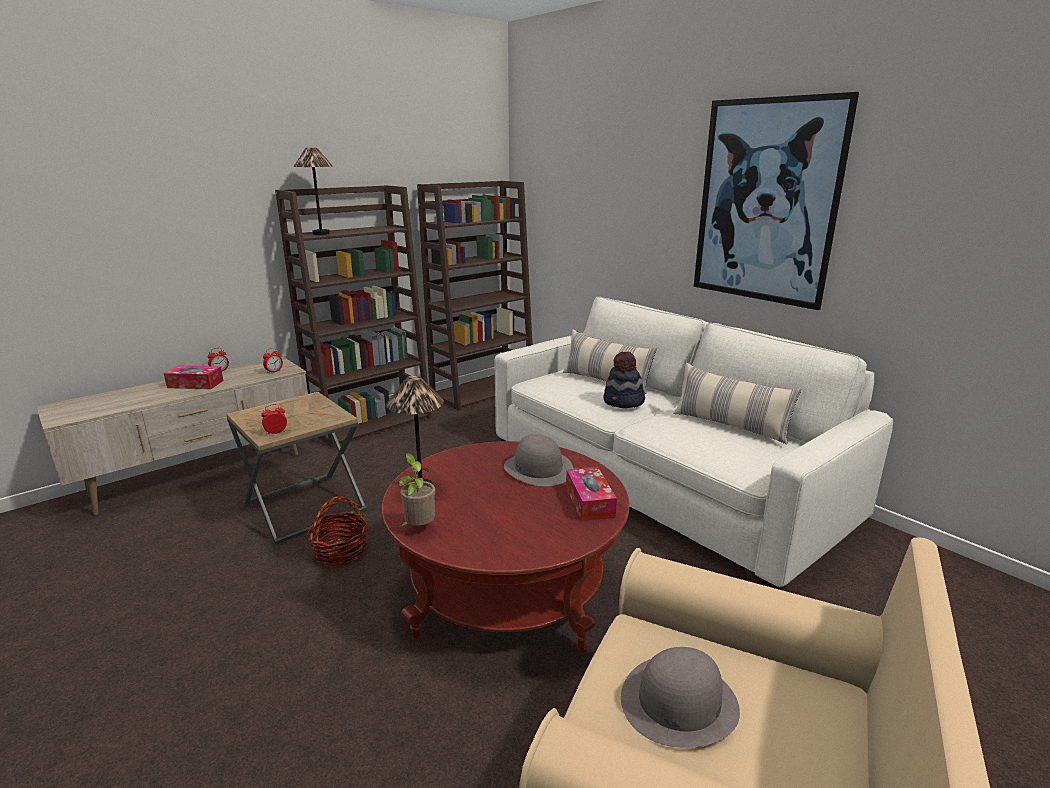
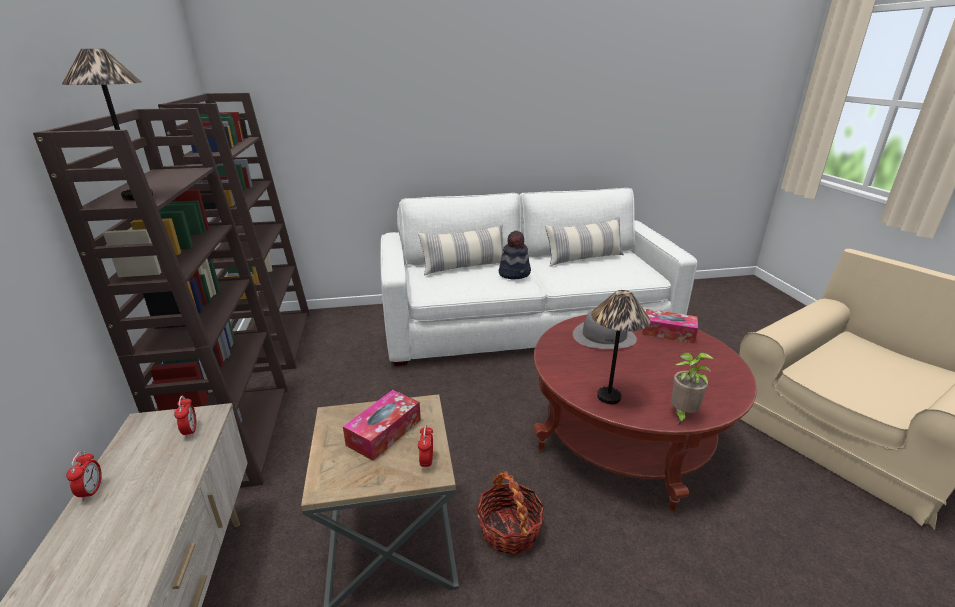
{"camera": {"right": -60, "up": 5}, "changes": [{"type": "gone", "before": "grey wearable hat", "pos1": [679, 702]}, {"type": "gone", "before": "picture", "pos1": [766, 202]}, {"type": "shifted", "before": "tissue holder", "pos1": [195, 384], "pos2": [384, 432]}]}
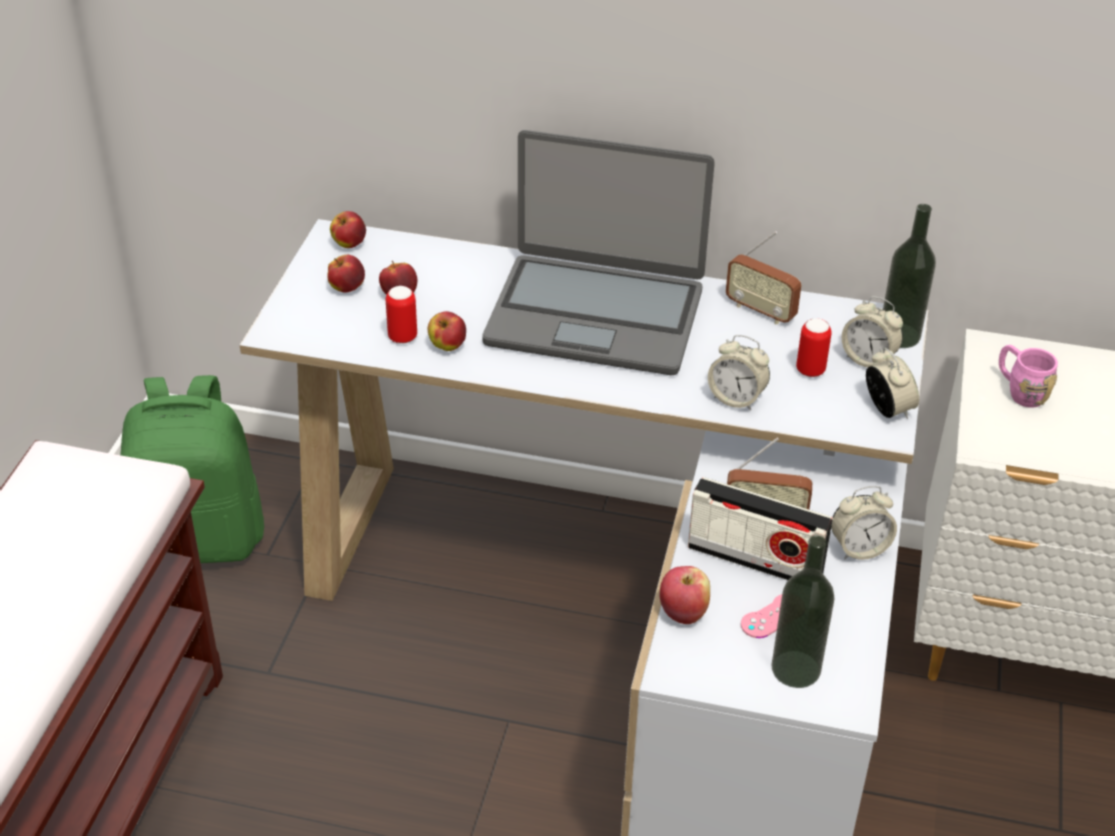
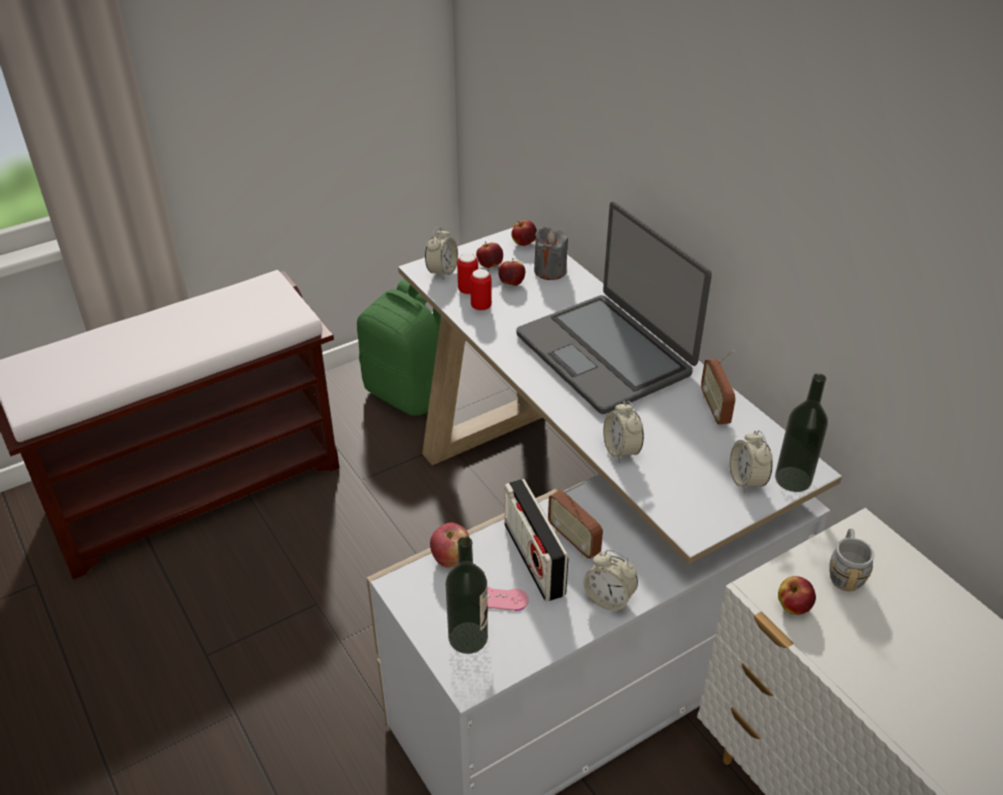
{"camera": {"right": 45, "up": 0}, "changes": [{"type": "new", "after": "grey wax light", "pos2": [550, 271]}, {"type": "shifted", "before": "apple", "pos1": [447, 346], "pos2": [793, 607]}, {"type": "shifted", "before": "sealed can", "pos1": [810, 370], "pos2": [468, 290]}, {"type": "shifted", "before": "alarm clock", "pos1": [887, 409], "pos2": [442, 271]}, {"type": "repainted", "before": "pinkish mug", "after": "grey mug", "pos1": [1020, 391], "pos2": [845, 572]}]}
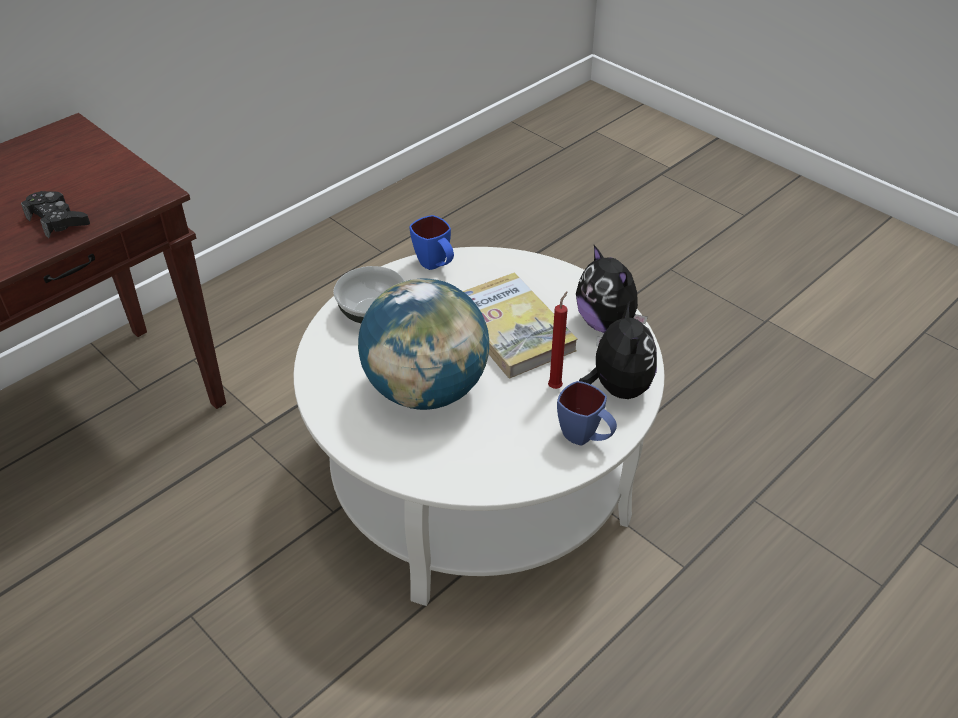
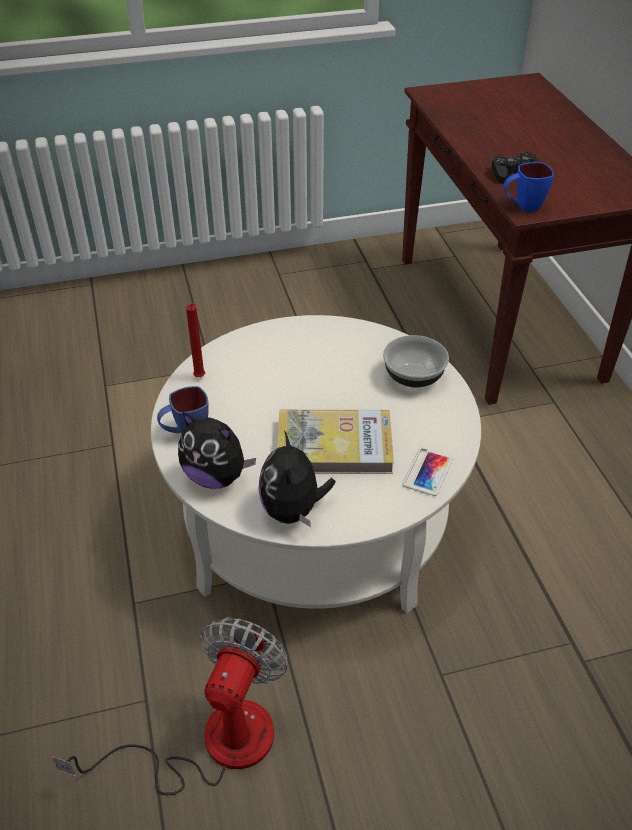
{"camera": {"right": 120, "up": 0}, "changes": [{"type": "gone", "before": "desk globe", "pos1": [426, 390]}, {"type": "new", "after": "fan", "pos2": [212, 743]}, {"type": "new", "after": "handset", "pos2": [427, 472]}, {"type": "shifted", "before": "blue-coloured mug", "pos1": [435, 266], "pos2": [522, 207]}, {"type": "shifted", "before": "reddish wax light", "pos1": [556, 386], "pos2": [200, 378]}, {"type": "rotated", "before": "cuddly toy", "pos1": [607, 323], "pos2": [293, 510], "turn": -90}]}
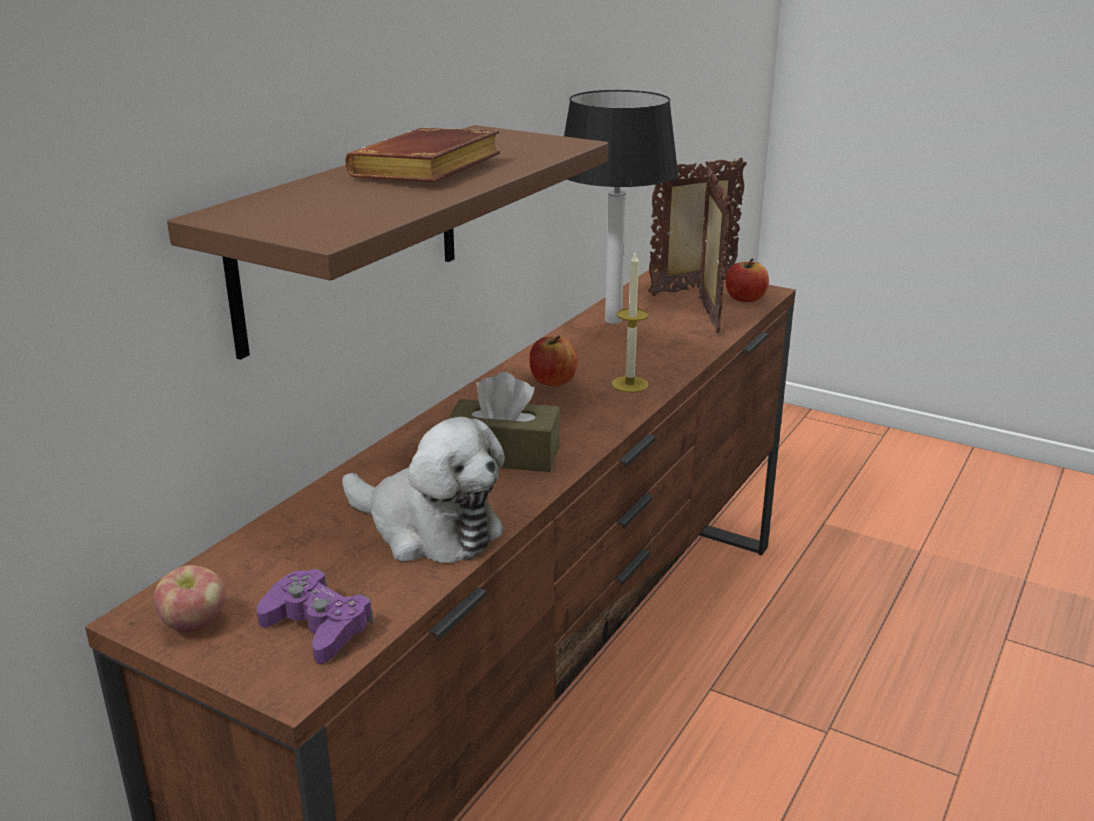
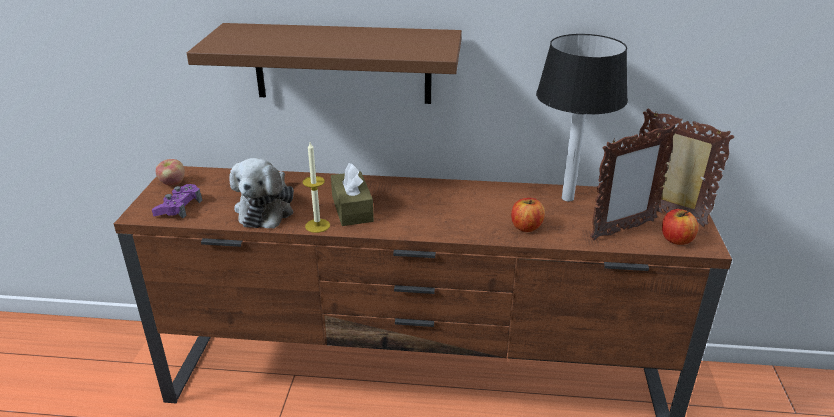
{"camera": {"right": 65, "up": 5}, "changes": [{"type": "gone", "before": "brown-coloured bound book", "pos1": [428, 171]}, {"type": "shifted", "before": "apple", "pos1": [552, 381], "pos2": [526, 227]}, {"type": "shifted", "before": "wax light", "pos1": [630, 384], "pos2": [317, 225]}]}
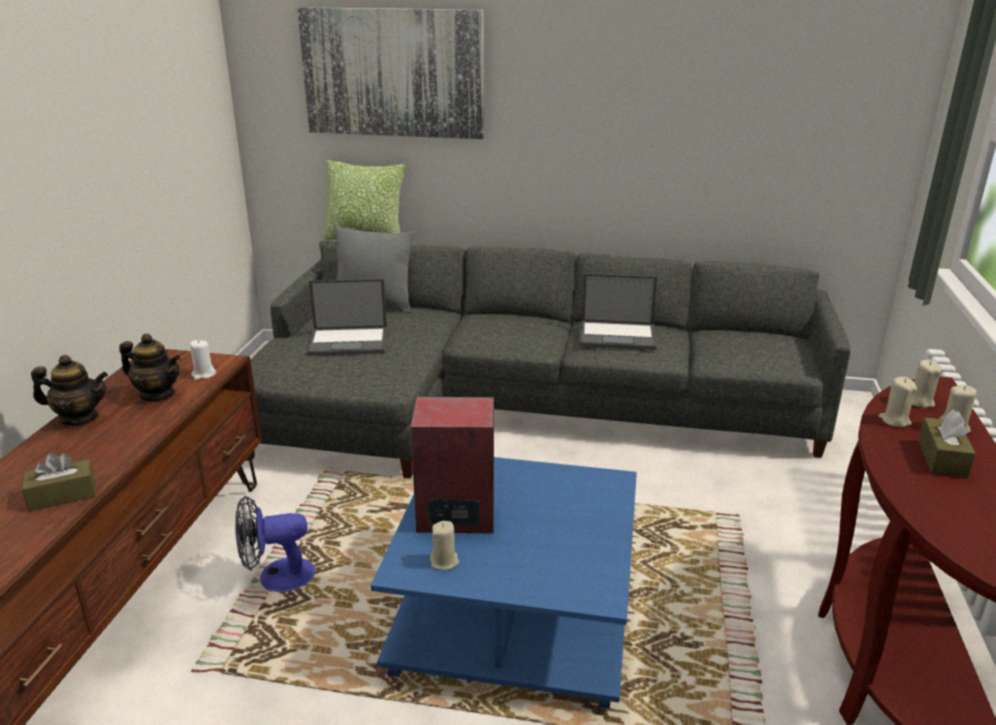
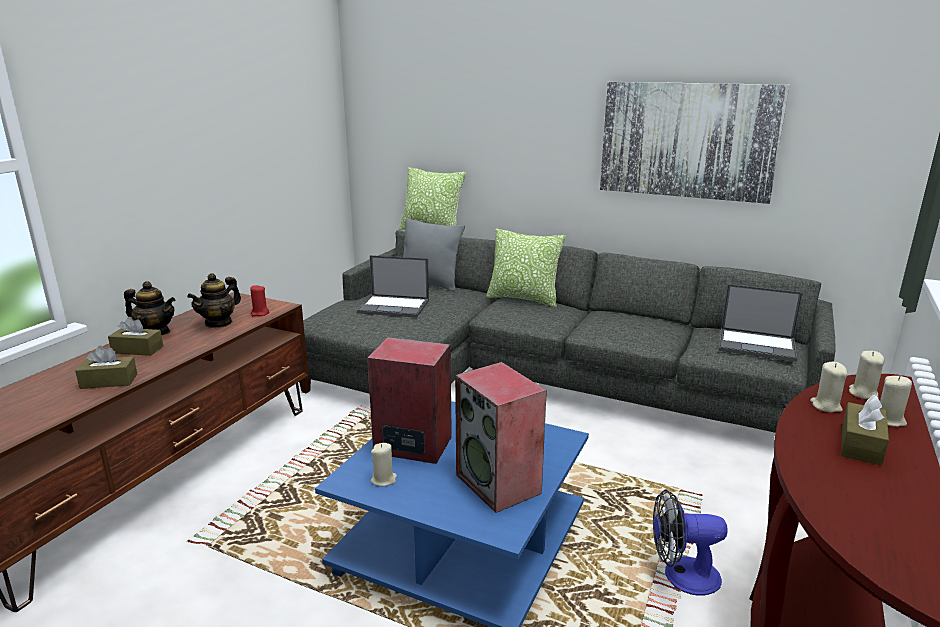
{"camera": {"right": 15, "up": -5}, "changes": [{"type": "new", "after": "brown-coloured tissue holder", "pos2": [137, 350]}, {"type": "new", "after": "audio speaker", "pos2": [499, 484]}, {"type": "new", "after": "pillow", "pos2": [523, 299]}, {"type": "shifted", "before": "fan", "pos1": [276, 577], "pos2": [682, 576]}, {"type": "shifted", "before": "picture", "pos1": [393, 73], "pos2": [687, 140]}, {"type": "shifted", "before": "laptop", "pos1": [618, 335], "pos2": [757, 345]}, {"type": "repainted", "before": "whitish wax light", "after": "reddish wax light", "pos1": [203, 374], "pos2": [260, 313]}, {"type": "rotated", "before": "tea pot", "pos1": [157, 394], "pos2": [219, 323], "turn": 90}]}
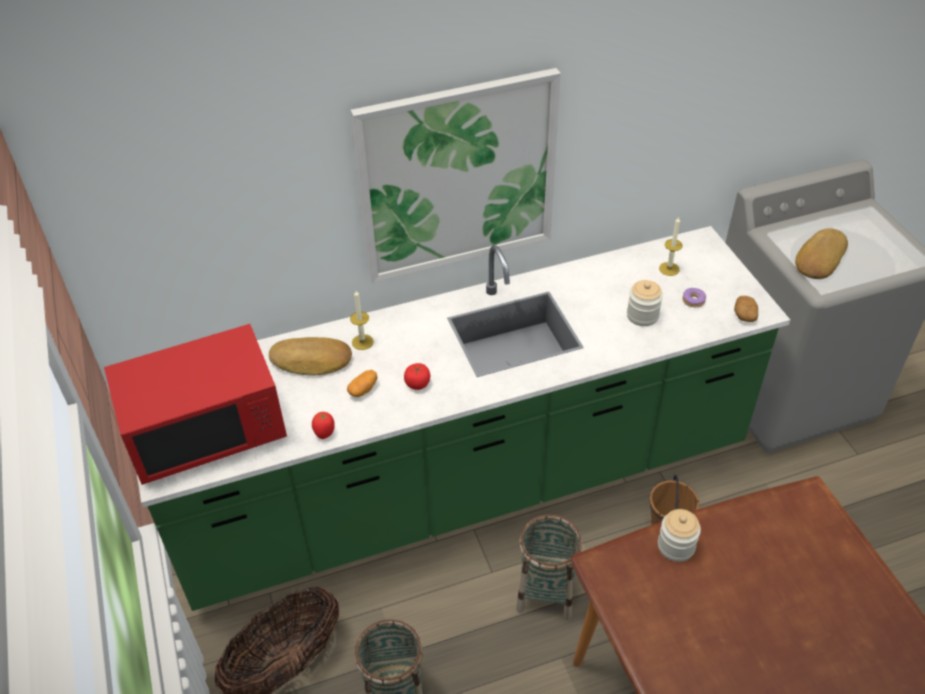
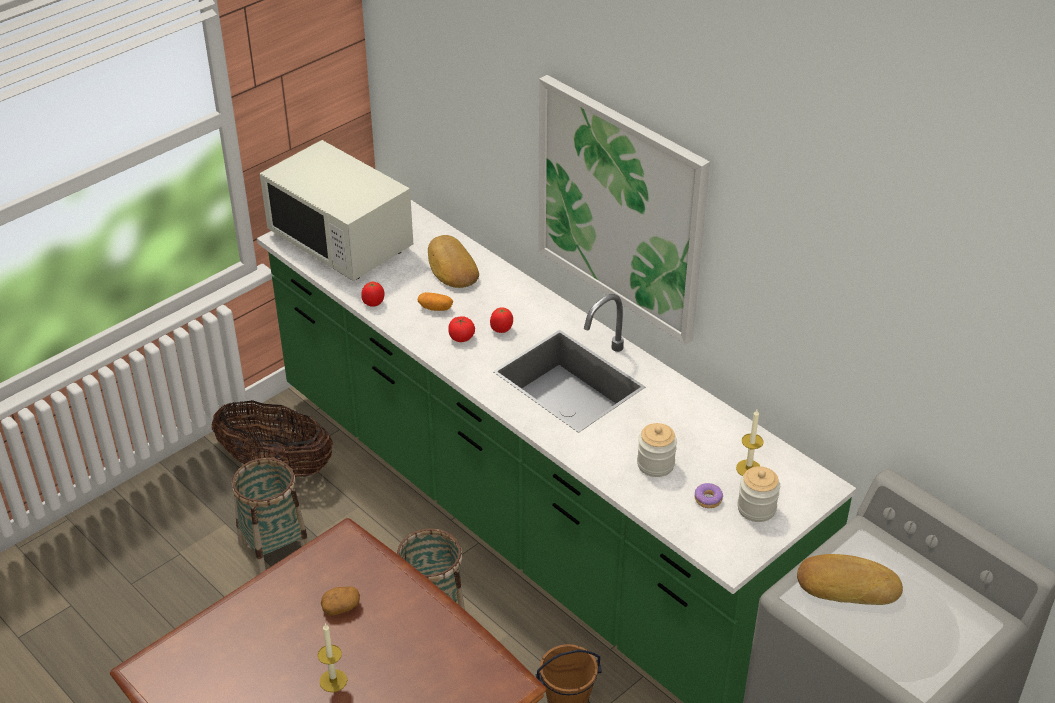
{"camera": {"right": 65, "up": -5}, "changes": [{"type": "new", "after": "fresh tomato", "pos2": [501, 329]}, {"type": "shifted", "before": "wax light", "pos1": [362, 342], "pos2": [333, 680]}, {"type": "shifted", "before": "preserve jar", "pos1": [676, 546], "pos2": [756, 508]}, {"type": "shifted", "before": "spud", "pos1": [744, 315], "pos2": [341, 607]}, {"type": "repainted", "before": "reddish kitchen microwave", "after": "whitish kitchen microwave", "pos1": [207, 431], "pos2": [341, 242]}]}
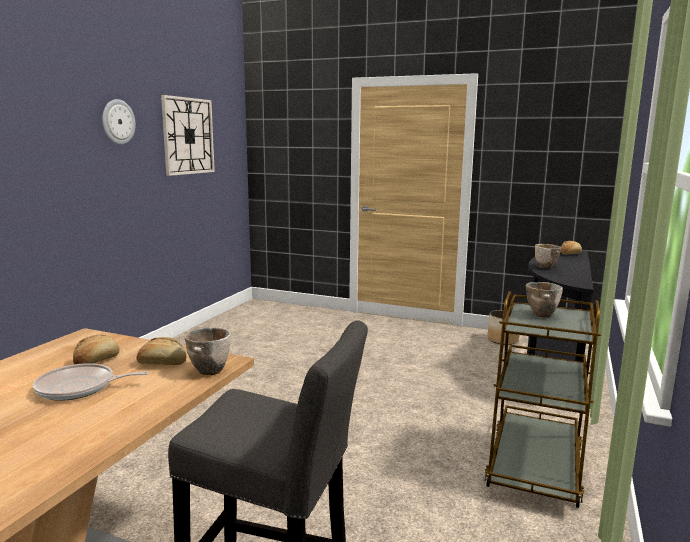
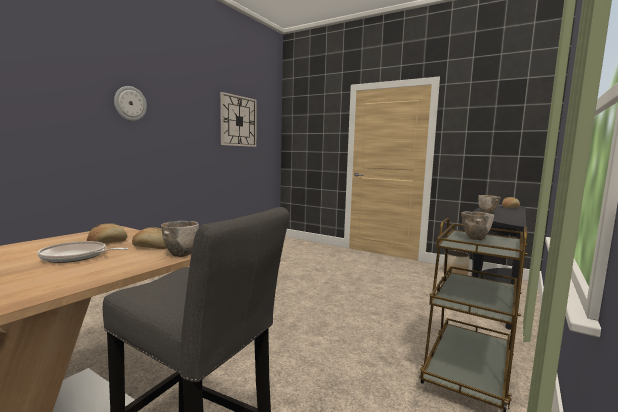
{"camera": {"right": 10, "up": -5}, "changes": [{"type": "shifted", "before": "hanging clock", "pos1": [118, 122], "pos2": [130, 103]}]}
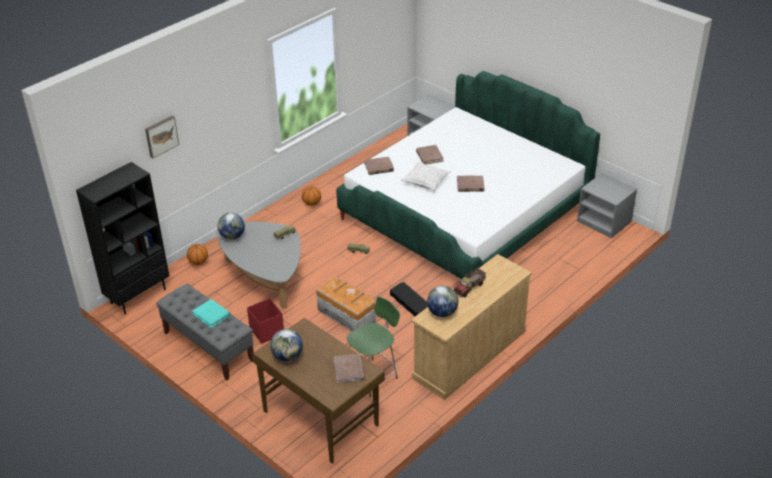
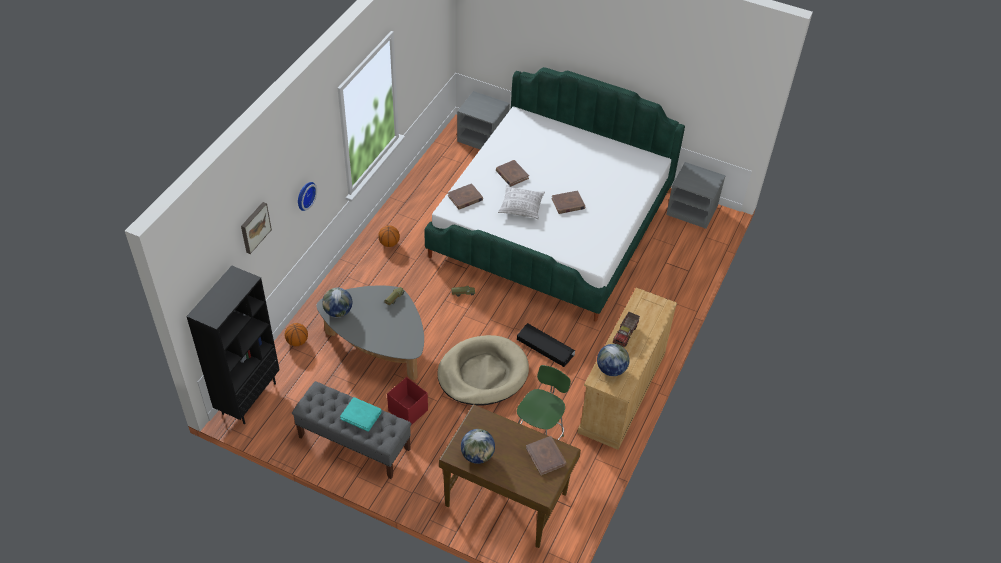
{"camera": {"right": -20, "up": 10}, "changes": [{"type": "new", "after": "hanging clock", "pos2": [304, 195]}, {"type": "swapped", "before": "storage container", "after": "sand-coloured dog cushion", "pos1": [347, 315], "pos2": [483, 373]}]}
